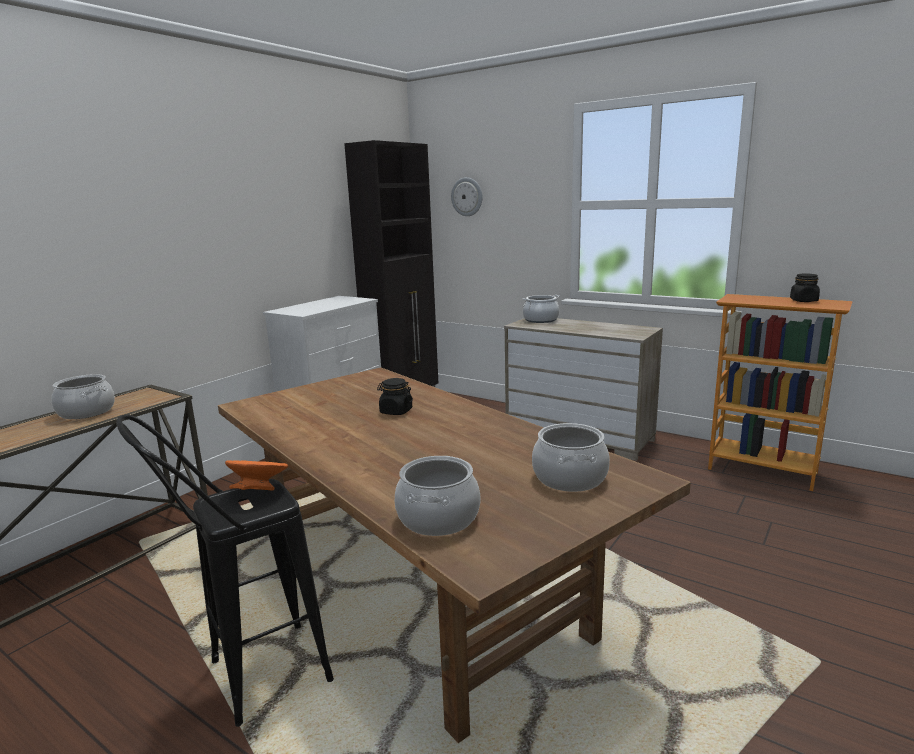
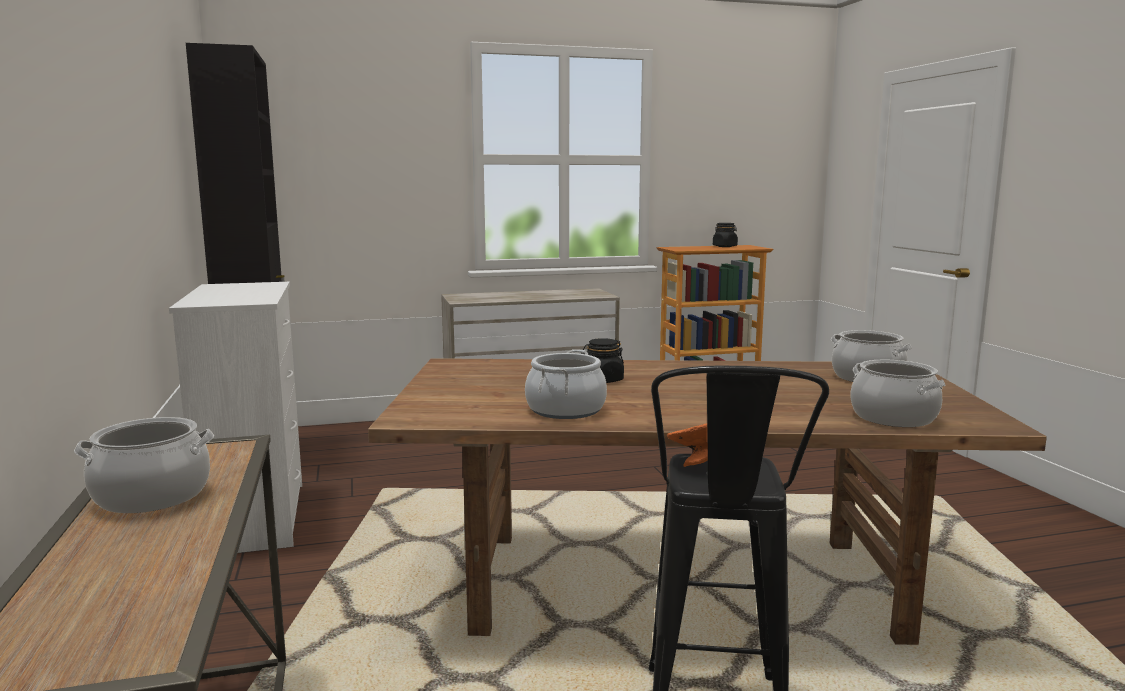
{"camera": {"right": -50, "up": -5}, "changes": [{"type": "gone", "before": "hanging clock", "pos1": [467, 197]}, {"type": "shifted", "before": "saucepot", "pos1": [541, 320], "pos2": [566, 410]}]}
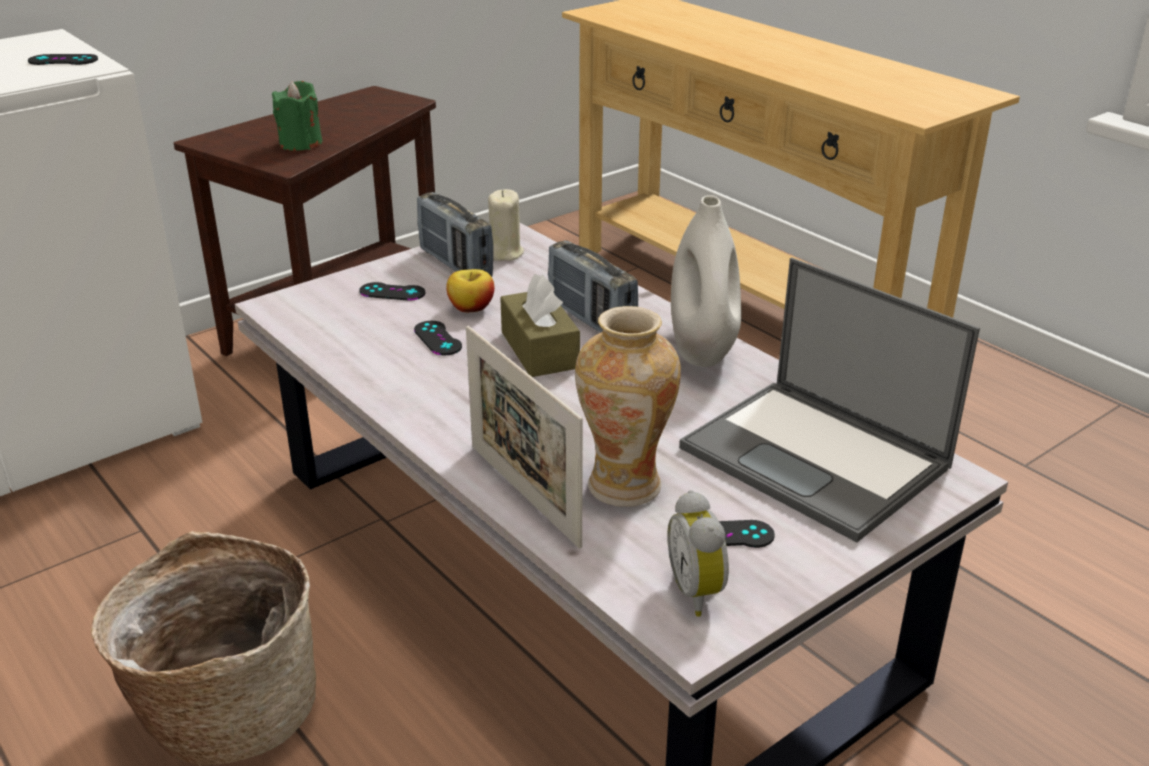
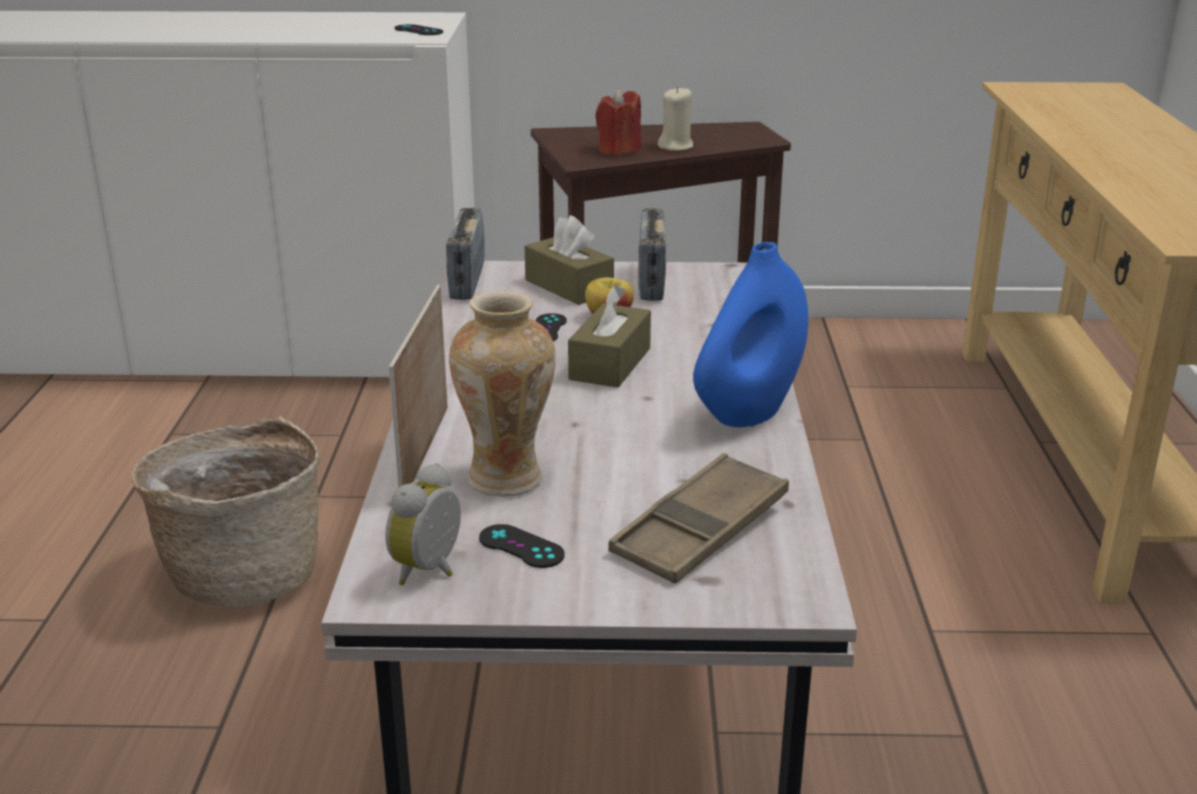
{"camera": {"right": 40, "up": -5}, "changes": [{"type": "shifted", "before": "sand-coloured wax light", "pos1": [504, 253], "pos2": [676, 146]}, {"type": "shifted", "before": "radio set", "pos1": [591, 320], "pos2": [467, 282]}, {"type": "swapped", "before": "blackish gamepad", "after": "brown-coloured tissue holder", "pos1": [392, 292], "pos2": [569, 287]}, {"type": "swapped", "before": "laptop", "after": "brown-coloured serving tray", "pos1": [817, 458], "pos2": [700, 530]}, {"type": "repainted", "before": "green-coloured wax light", "after": "reddish wax light", "pos1": [301, 143], "pos2": [619, 150]}, {"type": "repainted", "before": "whitish flower vase", "after": "blue-coloured flower vase", "pos1": [702, 350], "pos2": [749, 413]}]}
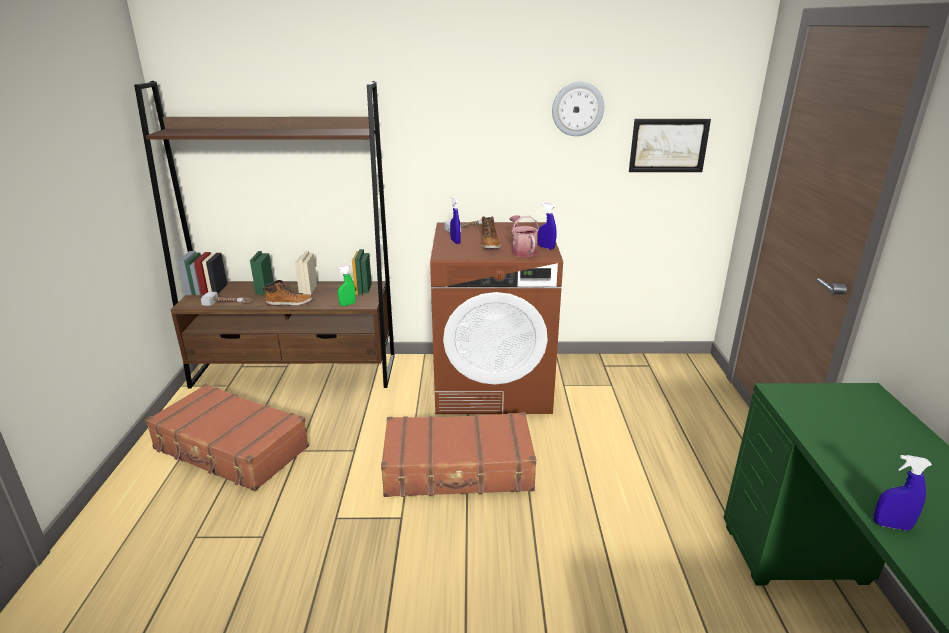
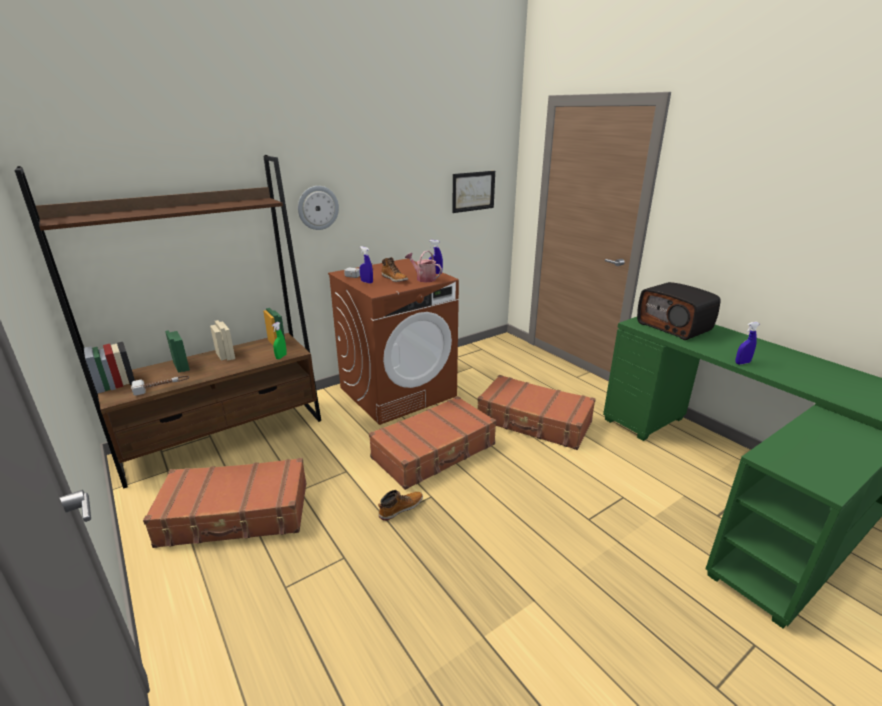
{"camera": {"right": -35, "up": 0}, "changes": [{"type": "new", "after": "brown-coloured piece of luggage", "pos2": [534, 422]}, {"type": "new", "after": "radio set", "pos2": [674, 327]}, {"type": "shifted", "before": "high-top boot", "pos1": [289, 303], "pos2": [400, 508]}, {"type": "shifted", "before": "hanging clock", "pos1": [577, 109], "pos2": [318, 207]}]}
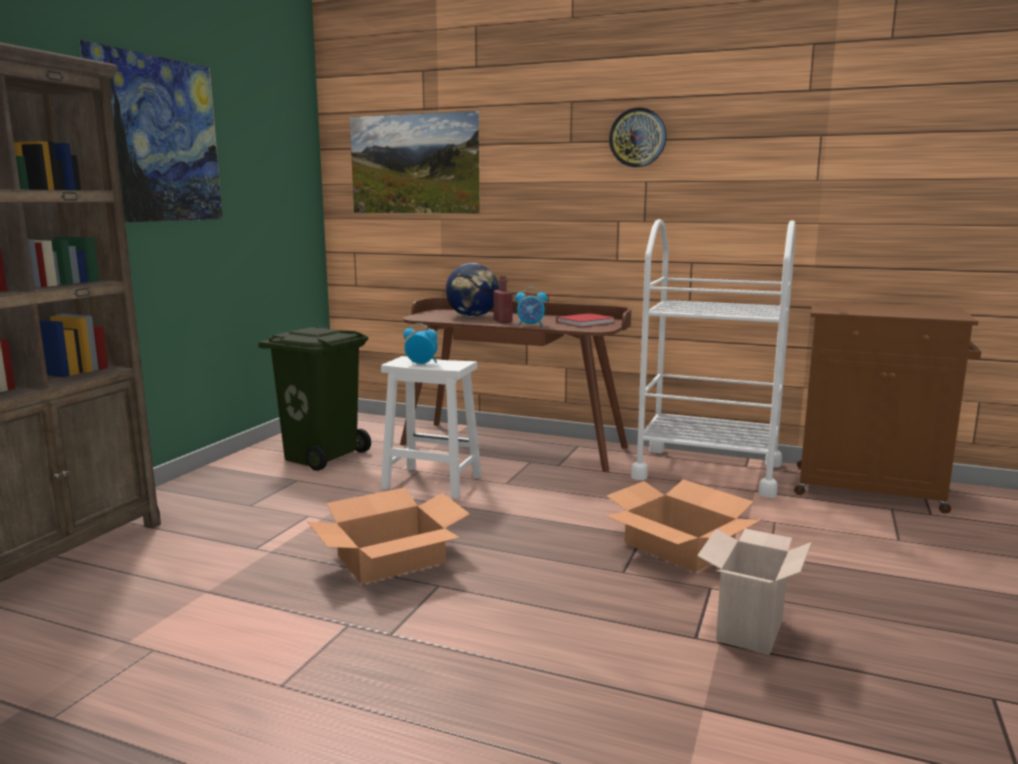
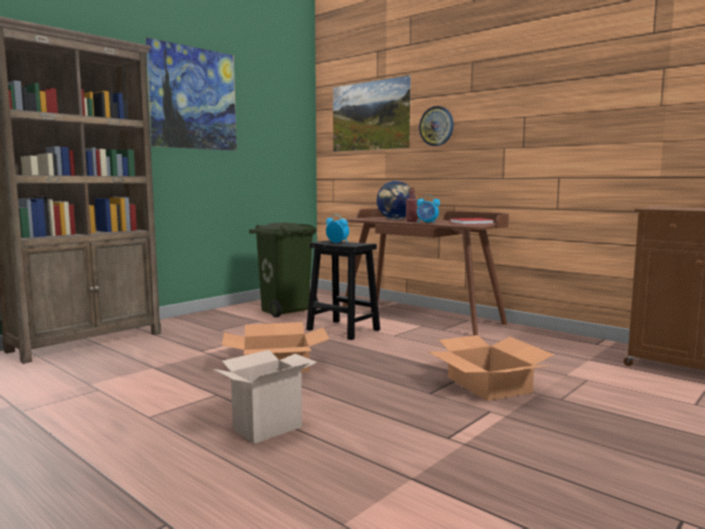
{"camera": {"right": 20, "up": -5}, "changes": [{"type": "gone", "before": "whitish wheeled cart", "pos1": [707, 471]}, {"type": "shifted", "before": "hanging clock", "pos1": [637, 137], "pos2": [436, 126]}, {"type": "shifted", "before": "packing box", "pos1": [748, 628], "pos2": [268, 427]}, {"type": "repainted", "before": "whitish stool", "after": "blackish stool", "pos1": [430, 482], "pos2": [342, 330]}]}
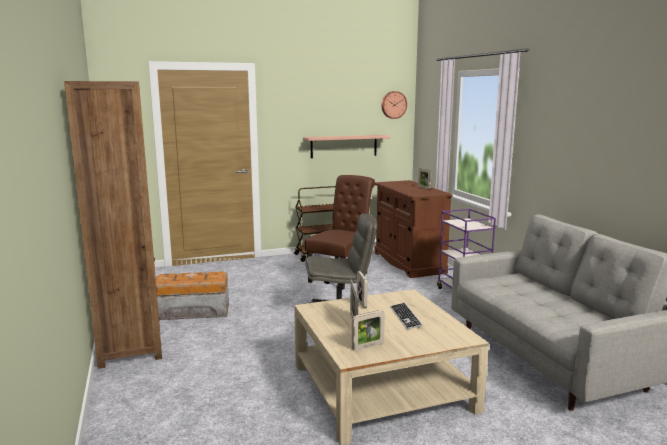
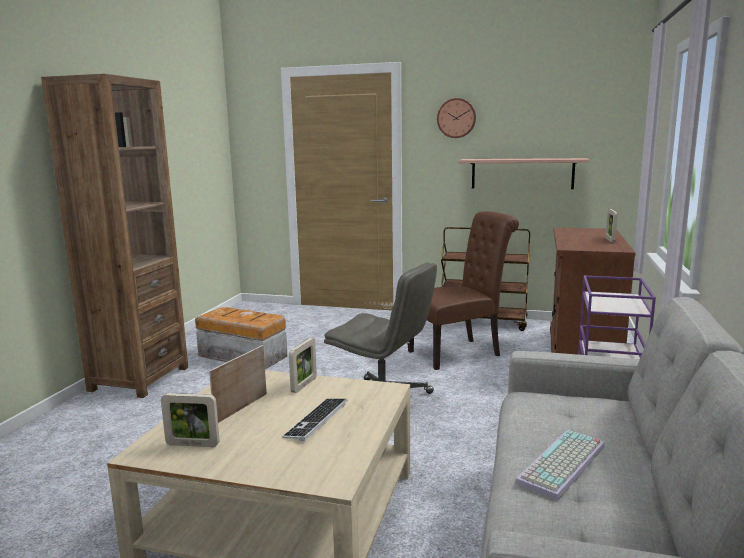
{"camera": {"right": 35, "up": 0}, "changes": [{"type": "new", "after": "PC keyboard", "pos2": [563, 465]}, {"type": "shifted", "before": "hanging clock", "pos1": [393, 105], "pos2": [456, 118]}]}
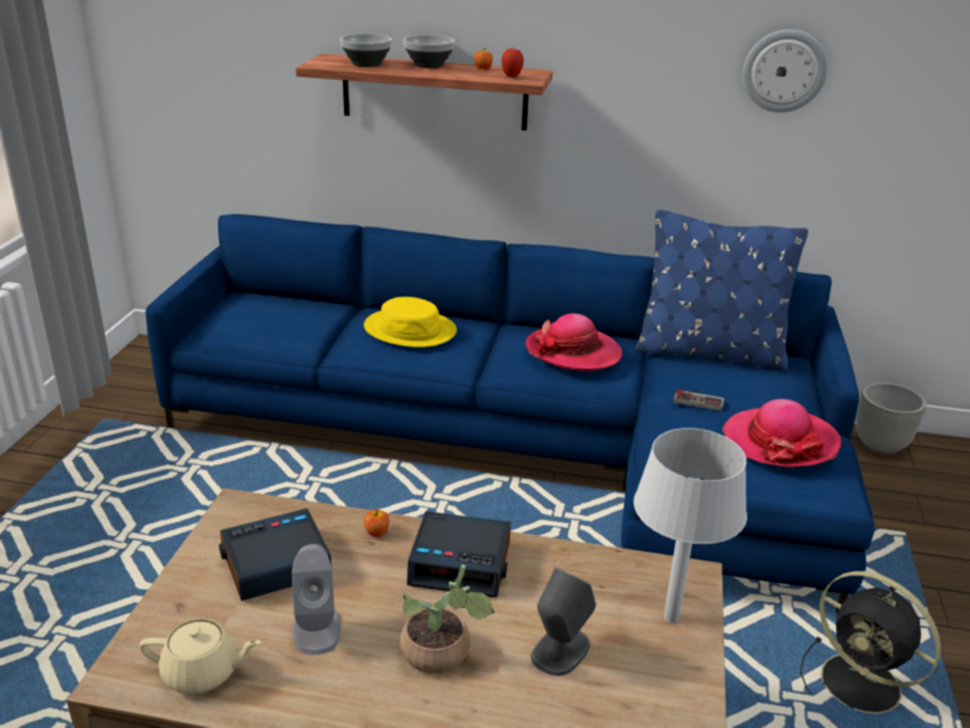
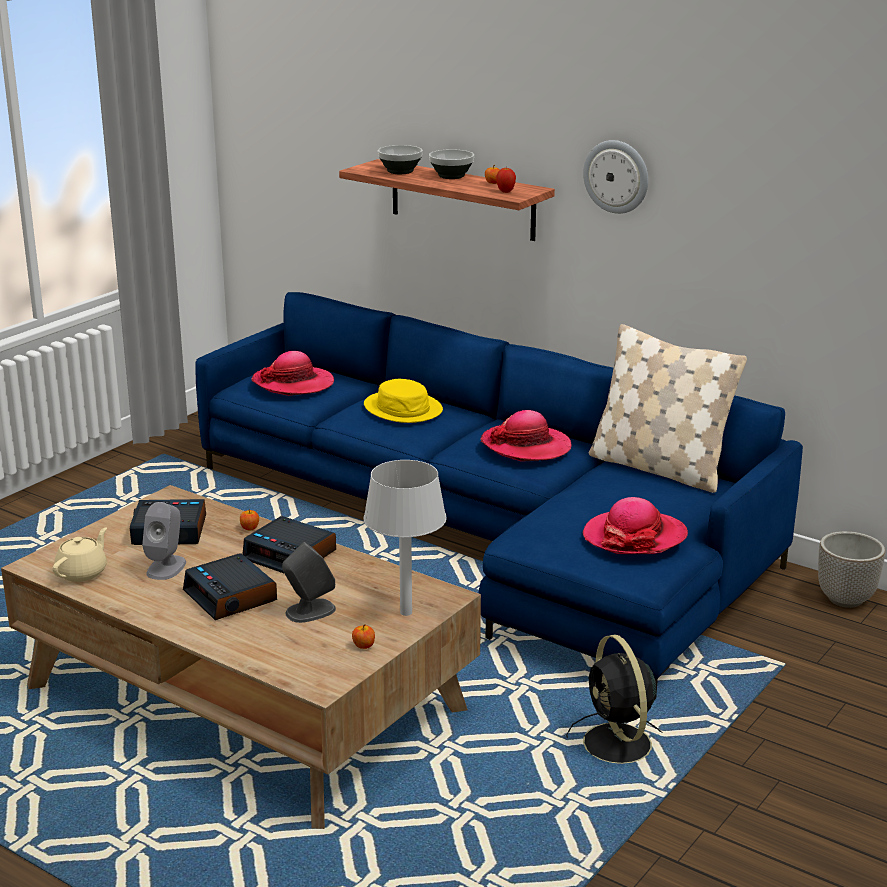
{"camera": {"right": 25, "up": -5}, "changes": [{"type": "gone", "before": "gamepad", "pos1": [699, 399]}, {"type": "new", "after": "wearable hat", "pos2": [293, 383]}, {"type": "new", "after": "apple", "pos2": [363, 646]}, {"type": "shifted", "before": "hanging clock", "pos1": [784, 71], "pos2": [616, 176]}, {"type": "swapped", "before": "potted plant", "after": "alarm clock", "pos1": [442, 655], "pos2": [231, 596]}, {"type": "repainted", "before": "blue-coloured pillow", "after": "sand-coloured pillow", "pos1": [709, 353], "pos2": [659, 468]}, {"type": "rotated", "before": "sand-coloured tea pot", "pos1": [202, 673], "pos2": [82, 573], "turn": -90}]}
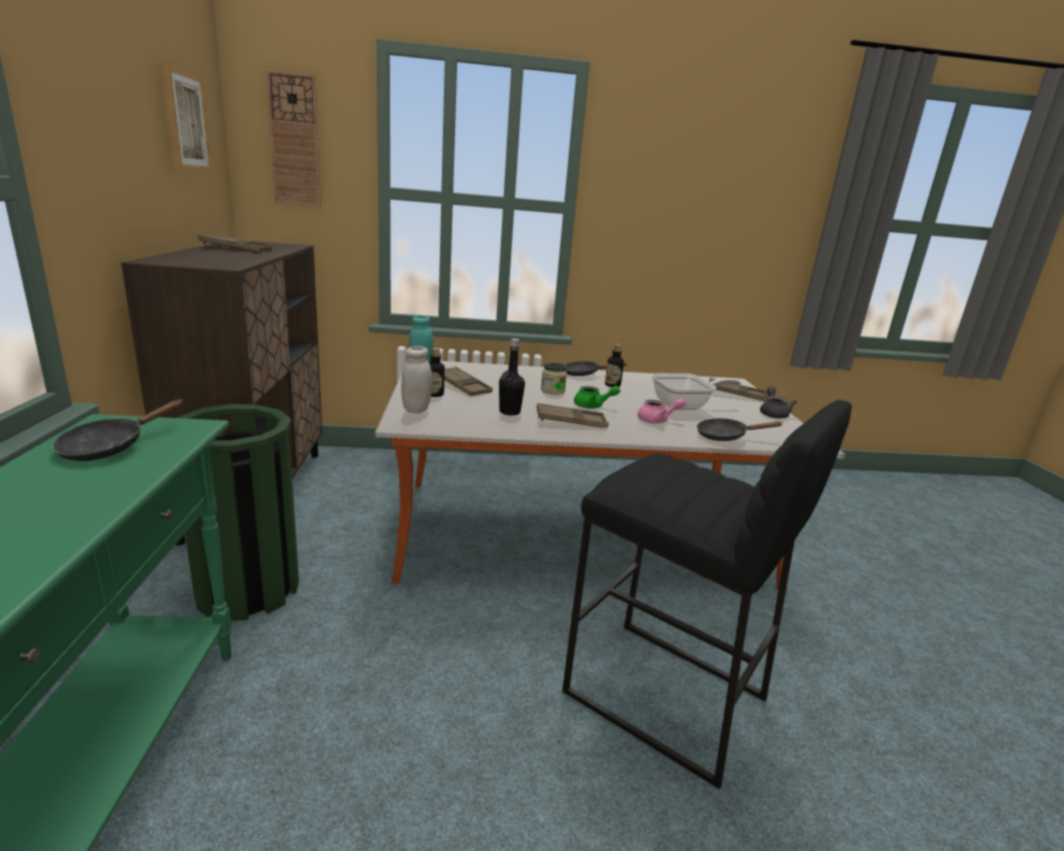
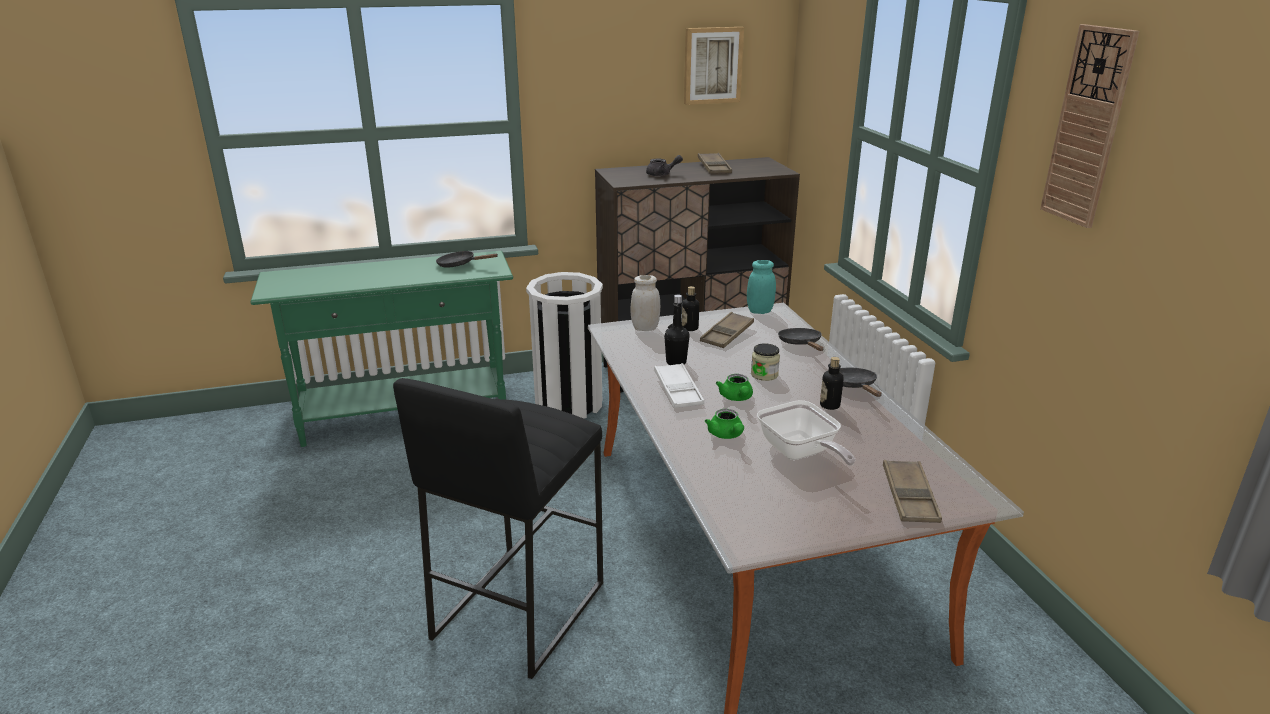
{"camera": {"right": 80, "up": 5}, "changes": [{"type": "shifted", "before": "hanging clock", "pos1": [295, 141], "pos2": [1088, 127]}, {"type": "shifted", "before": "blackish skillet", "pos1": [726, 436], "pos2": [801, 344]}, {"type": "shifted", "before": "grey tea pot", "pos1": [773, 413], "pos2": [662, 174]}, {"type": "repainted", "before": "green-coloured waste bin", "after": "whitish waste bin", "pos1": [248, 589], "pos2": [569, 404]}, {"type": "repainted", "before": "brown-coloured serving tray", "after": "whitish serving tray", "pos1": [571, 421], "pos2": [678, 390]}, {"type": "repainted", "before": "pinkish tea pot", "after": "green-coloured tea pot", "pos1": [657, 420], "pos2": [726, 435]}]}
